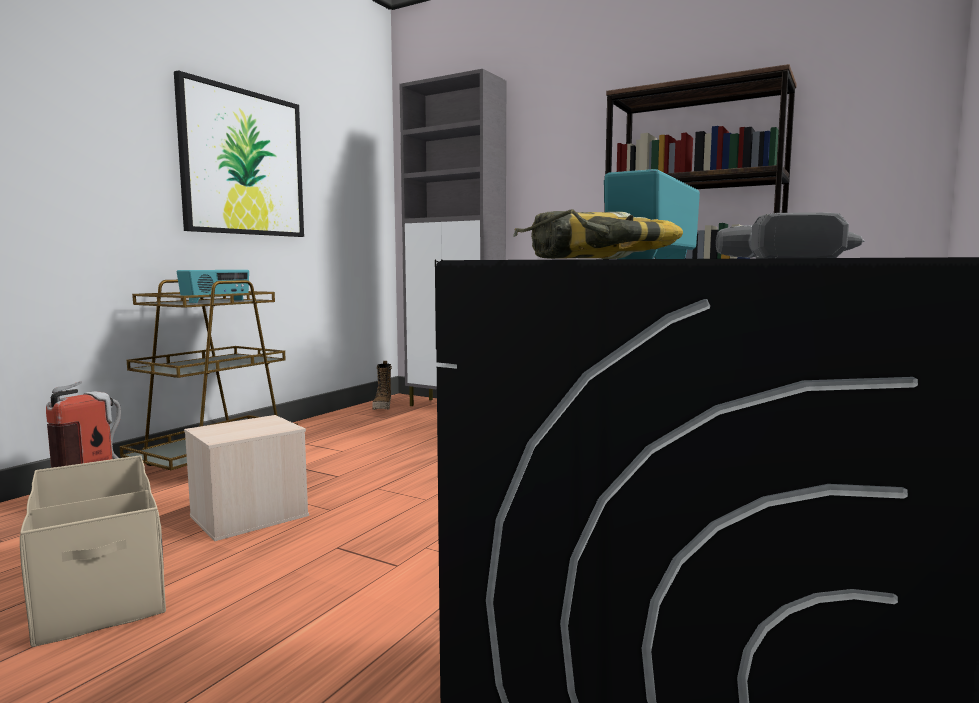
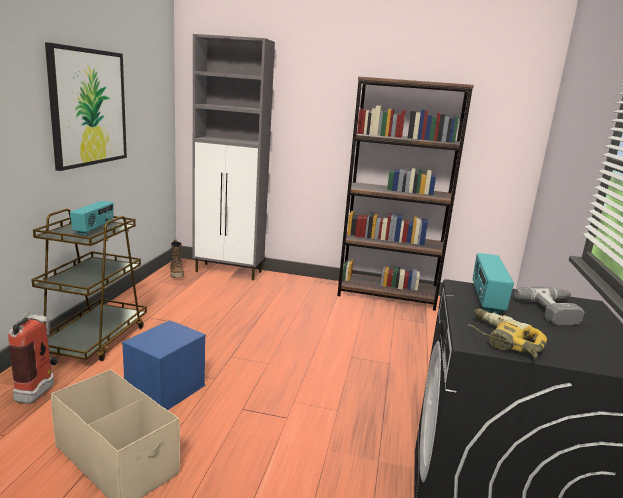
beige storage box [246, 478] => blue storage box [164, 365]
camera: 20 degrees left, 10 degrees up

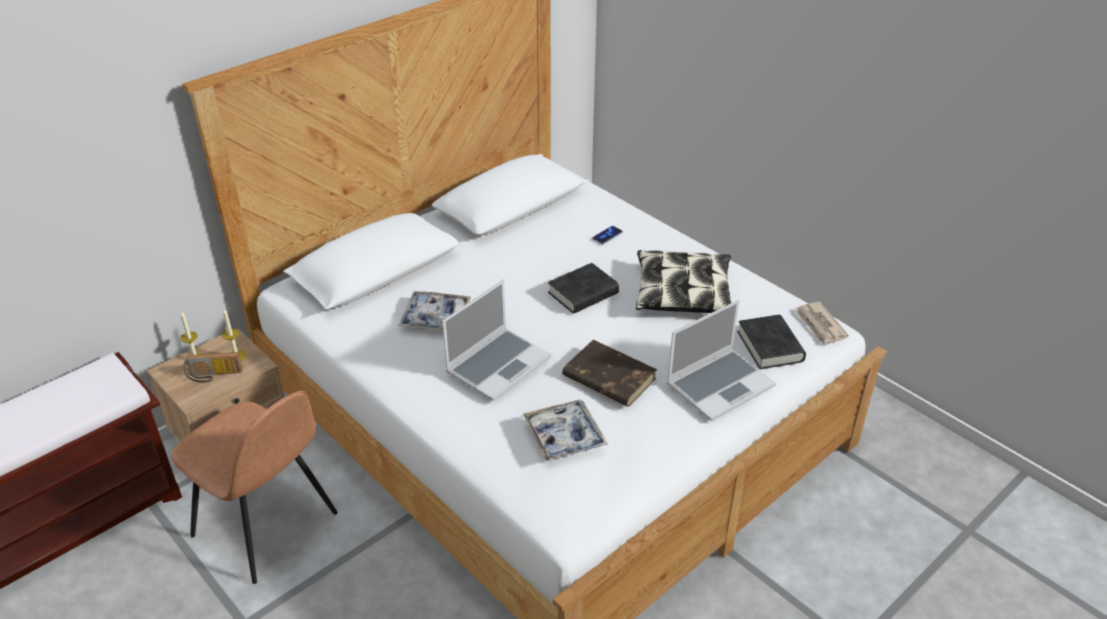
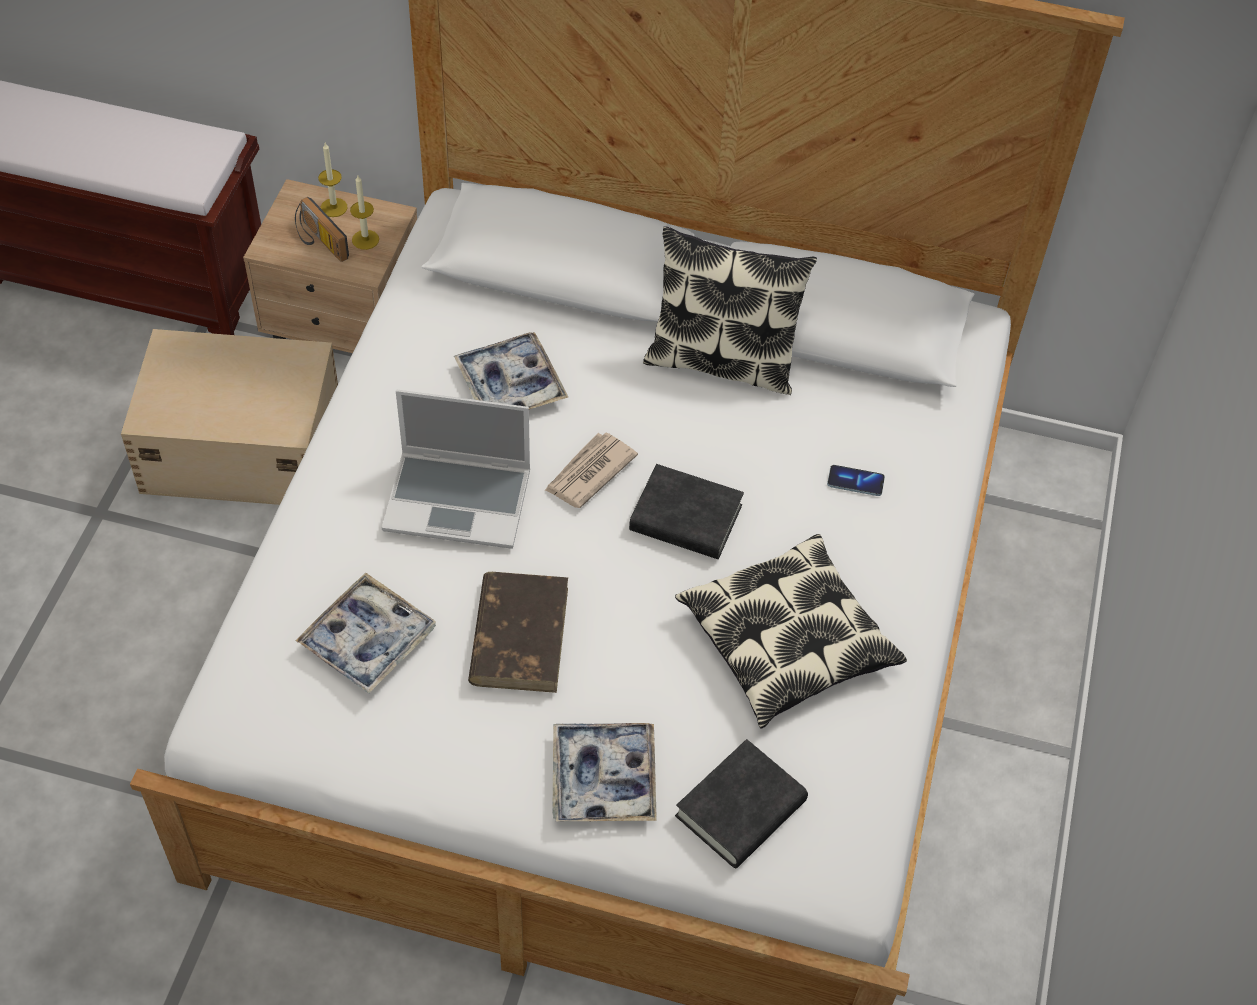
brown chair [254, 487] => beige storage box [229, 417]
laptop [721, 360] => tray [604, 772]
newspaper [822, 324] => newspaper [591, 470], shifted
nothing => pillow [730, 310]
camera: 55 degrees right, 15 degrees up

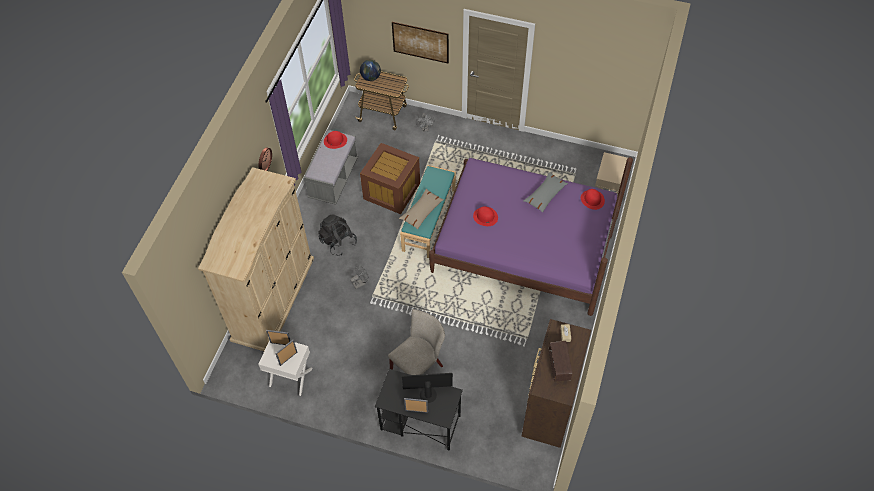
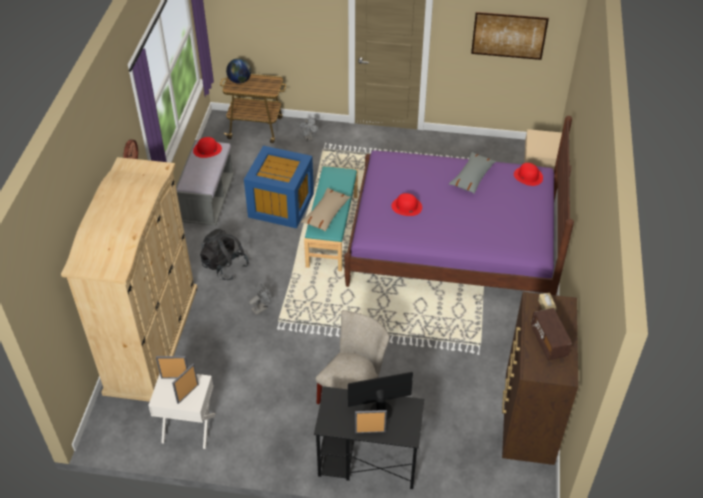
brown storage box [390, 178] => blue storage box [279, 187]
picture [420, 42] => picture [510, 36], shifted
camera: 10 degrees left, 10 degrees down

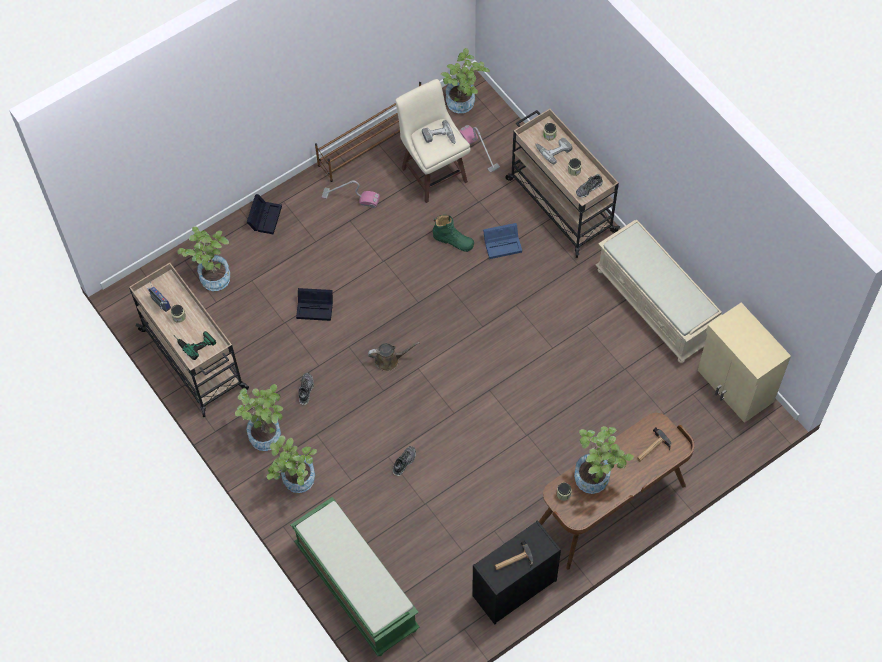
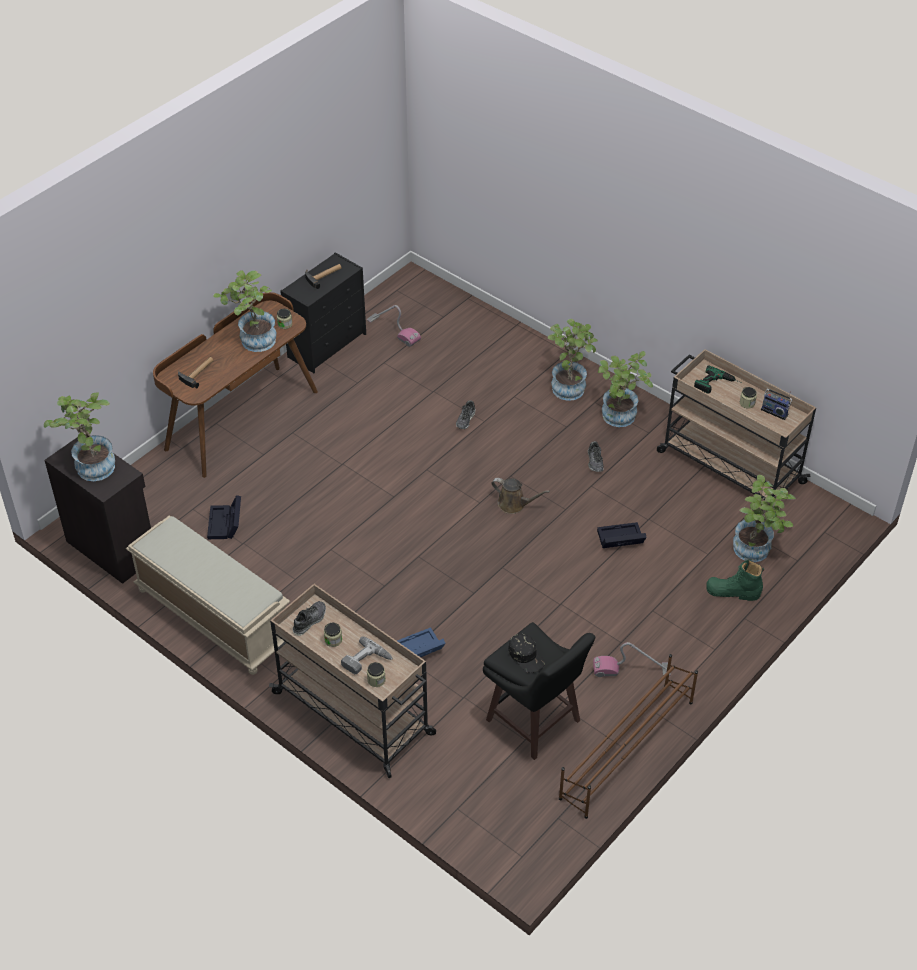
black storage box [264, 214] => black storage box [224, 517], shifted
green bench [355, 576] => nothing
brown watering can [394, 356] => brown watering can [520, 496], 135 degrees counterclockwise
beige stool [433, 141] => black stool [539, 691]
power drill [438, 132] => black cap [526, 653]
green boot [453, 233] => green boot [735, 580], shifted
potted plant [465, 80] => potted plant [79, 437], shifted
vacuum cleaner [479, 149] => vacuum cleaner [394, 326], shifted
beige cabinet [744, 363] => black cabinet [98, 510]
camera: 165 degrees right, 15 degrees down

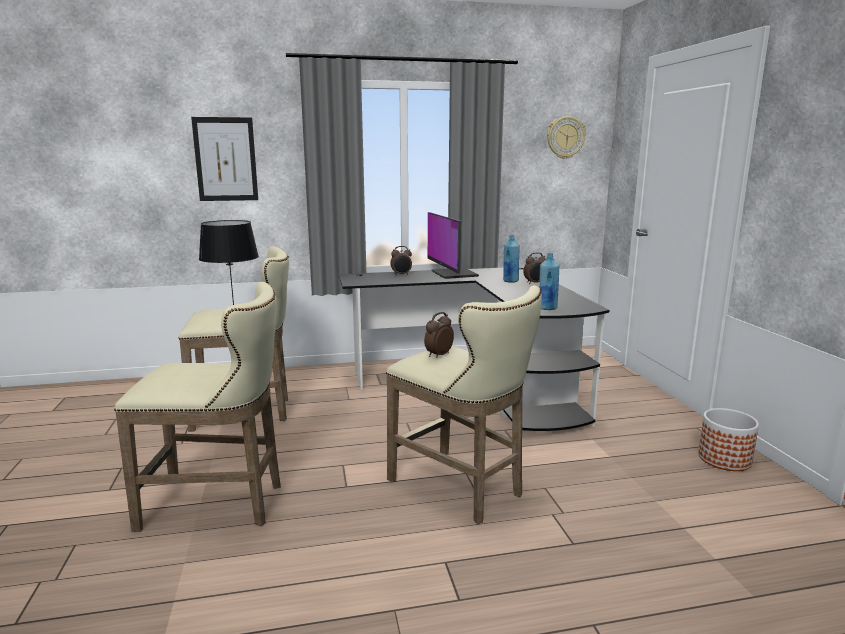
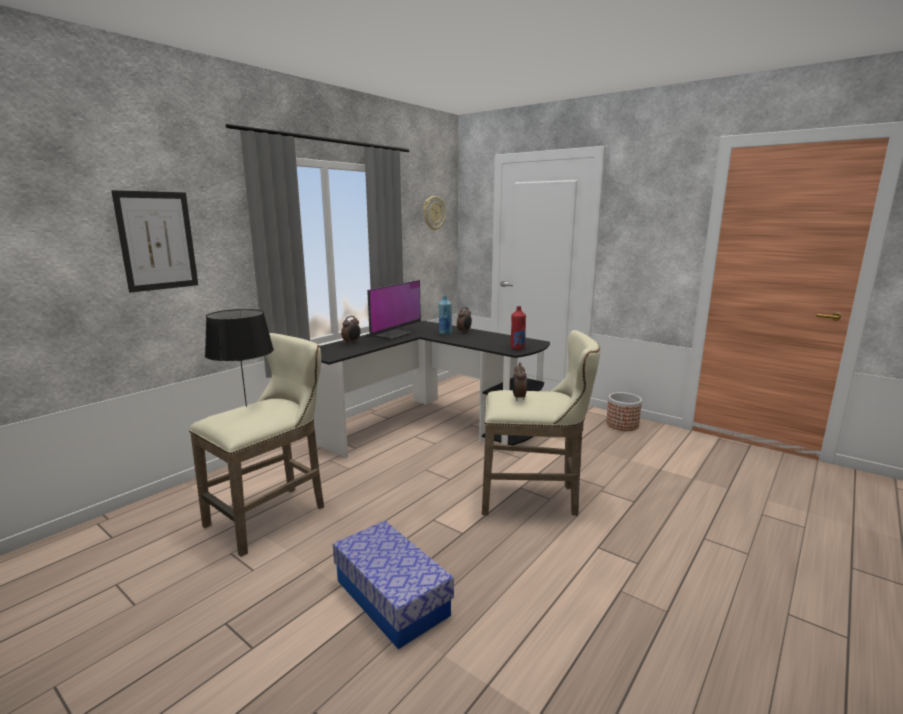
beige stool [197, 407] => storage box [393, 585]
monitor [453, 245] => monitor [393, 310], 90 degrees counterclockwise
blue bottle [549, 281] => red bottle [518, 328]
camera: 40 degrees left, 0 degrees up

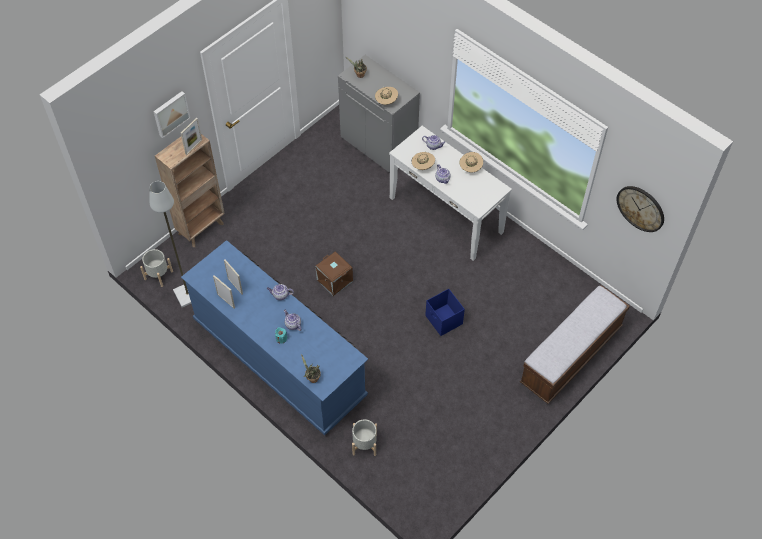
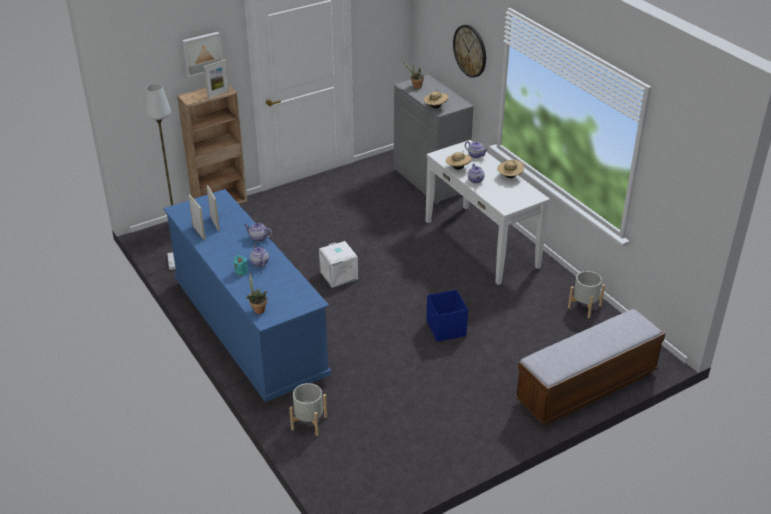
grey planter [156, 268] => grey planter [586, 294], shifted
brown storage box [334, 273] => white storage box [338, 264]
wall clock [640, 209] => wall clock [469, 51], shifted
camera: 15 degrees right, 20 degrees down

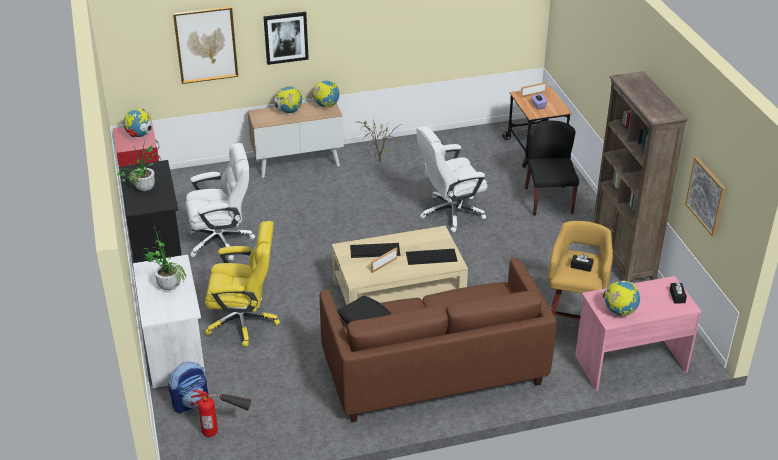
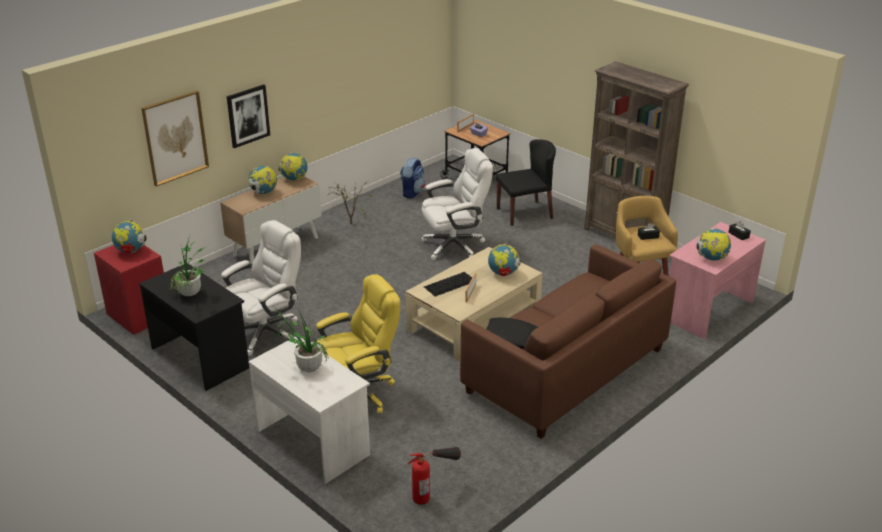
backpack [188, 387] => backpack [412, 178], shifted
keyboard [432, 257] => globe [504, 259]
white office chair [452, 179] => white office chair [457, 204], 150 degrees counterclockwise
black chair [552, 168] => black chair [526, 182], 105 degrees clockwise
picture [705, 197] => nothing
camera: 30 degrees left, 5 degrees down

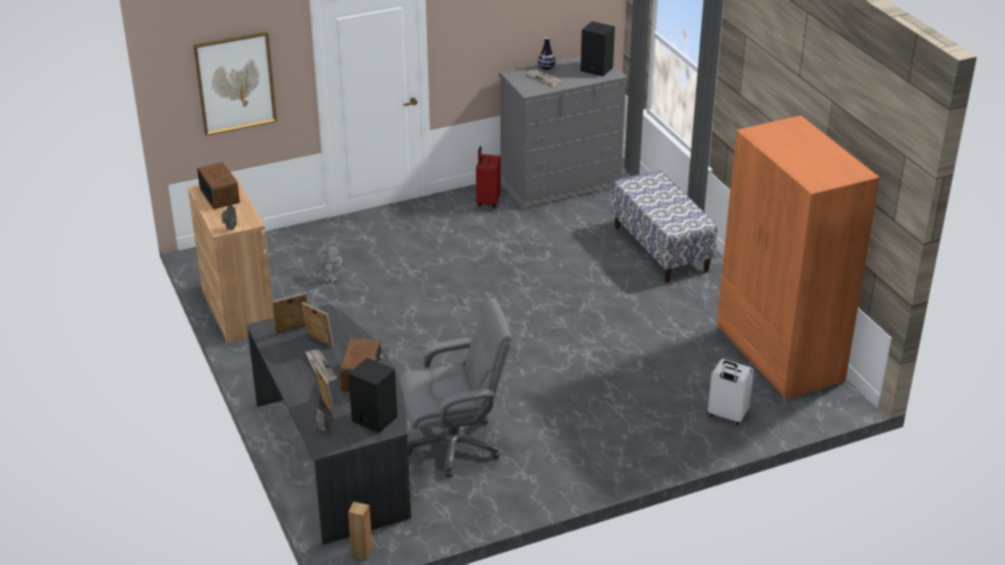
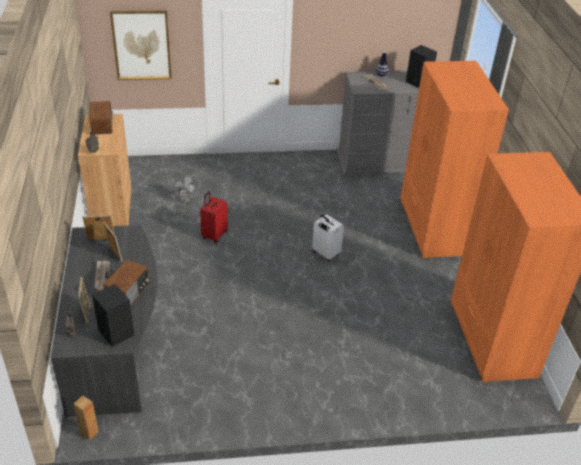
grey office chair [455, 388] => nothing
red suitcase [488, 177] => red suitcase [214, 217], shifted
bench [664, 226] => orange wardrobe [455, 159]
white suitcase [730, 392] => white suitcase [328, 237], shifted
camera: 15 degrees right, 5 degrees up

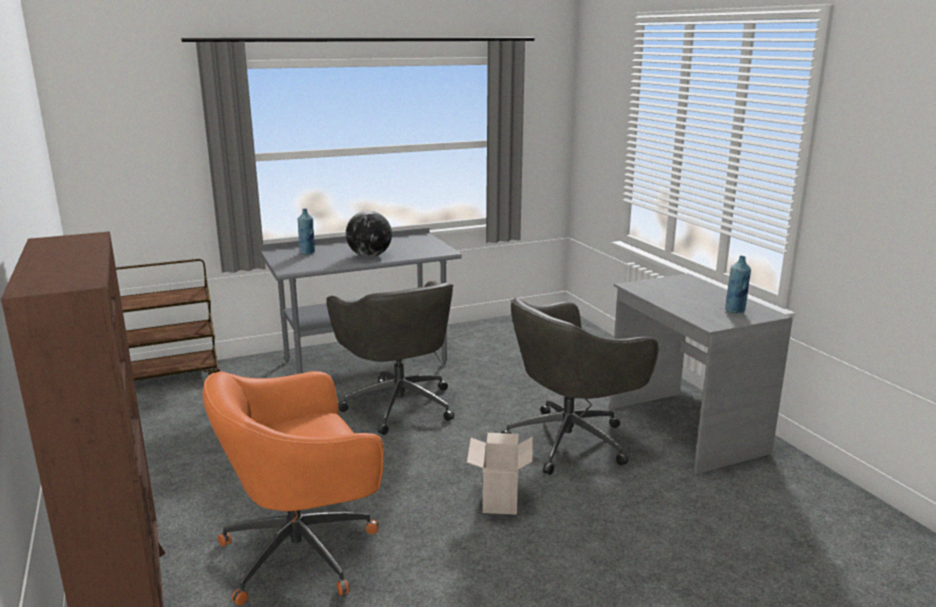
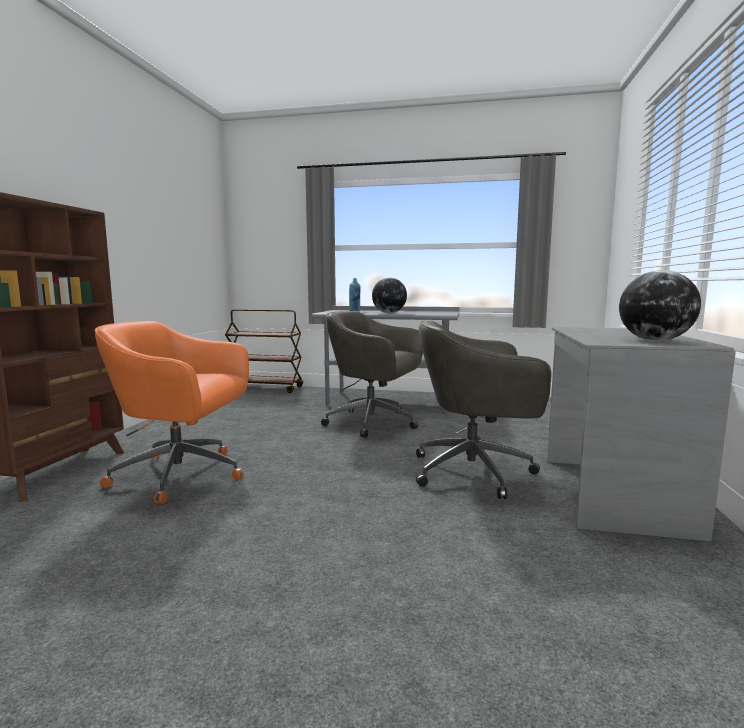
grey office chair [390, 358] => grey office chair [372, 374], 105 degrees clockwise
cardboard box [500, 474] => nothing
blue bottle [738, 284] => globe [660, 305]
camera: 35 degrees right, 10 degrees down

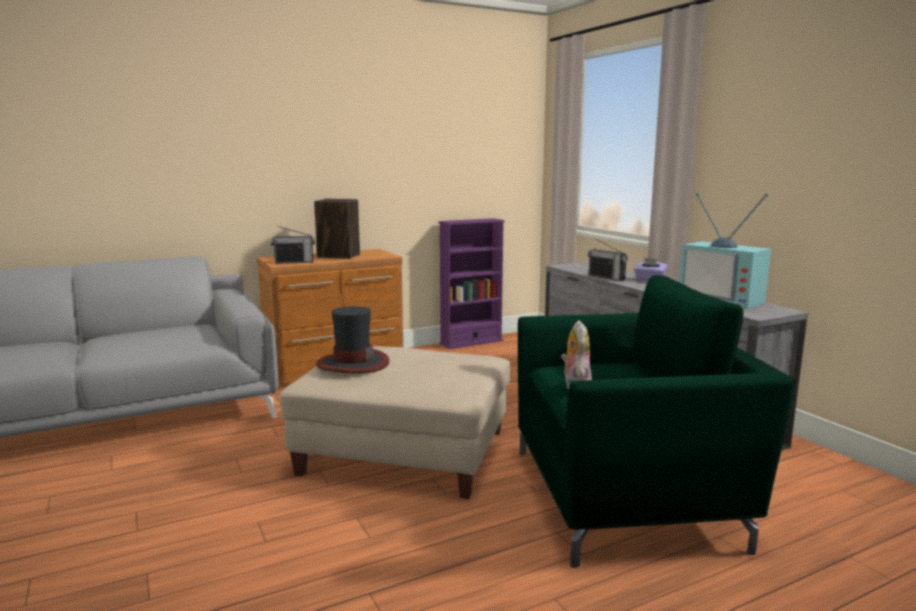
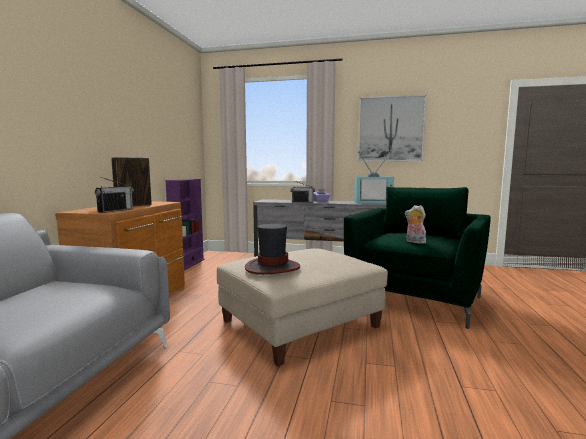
nothing => picture [392, 127]
camera: 50 degrees left, 5 degrees down

